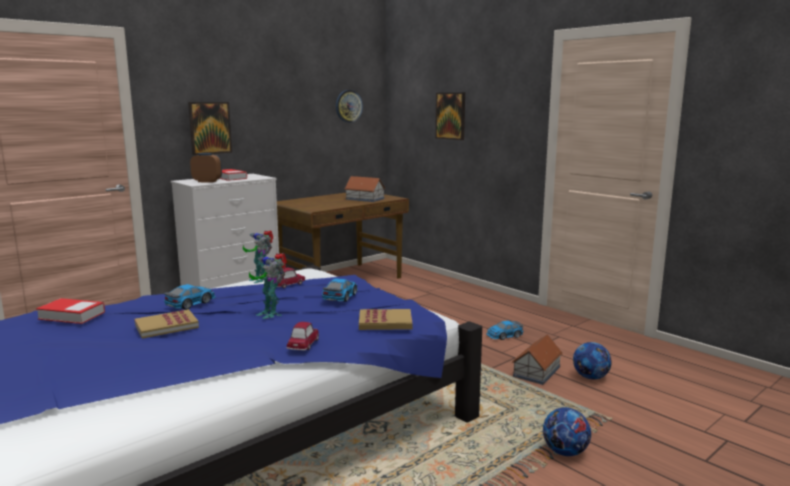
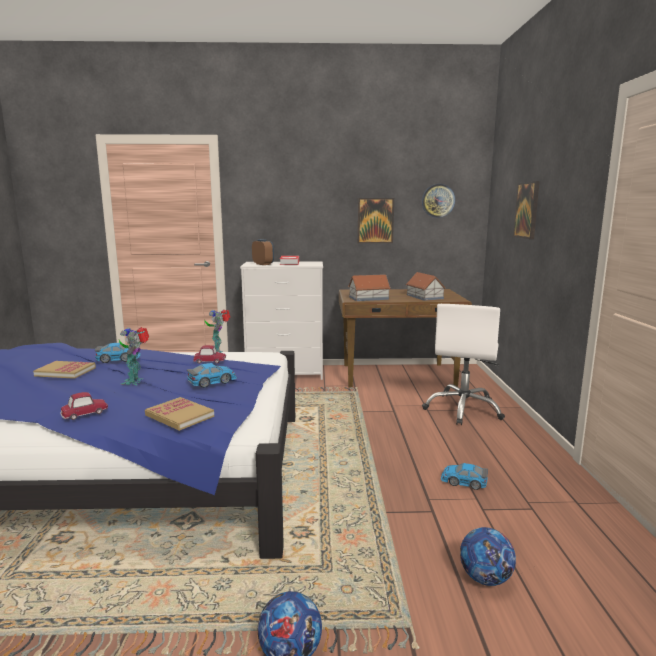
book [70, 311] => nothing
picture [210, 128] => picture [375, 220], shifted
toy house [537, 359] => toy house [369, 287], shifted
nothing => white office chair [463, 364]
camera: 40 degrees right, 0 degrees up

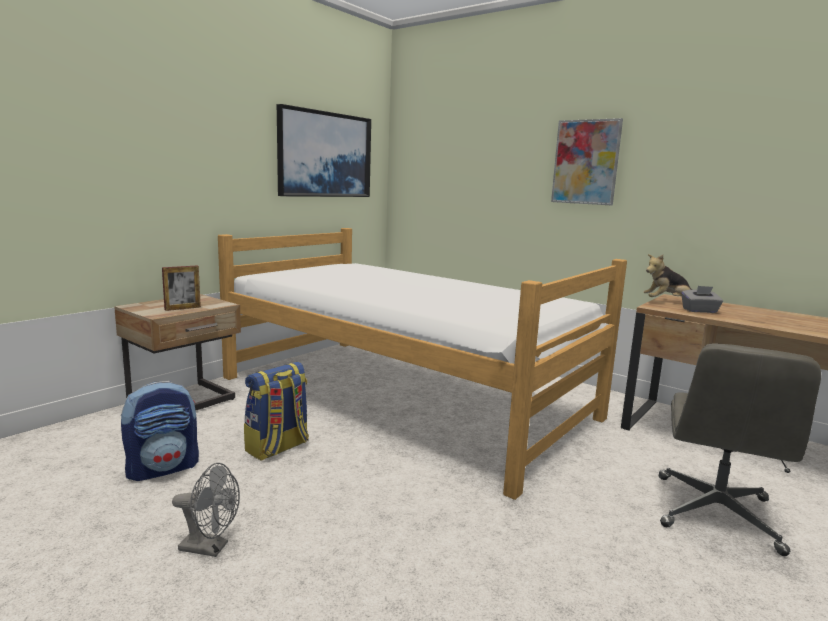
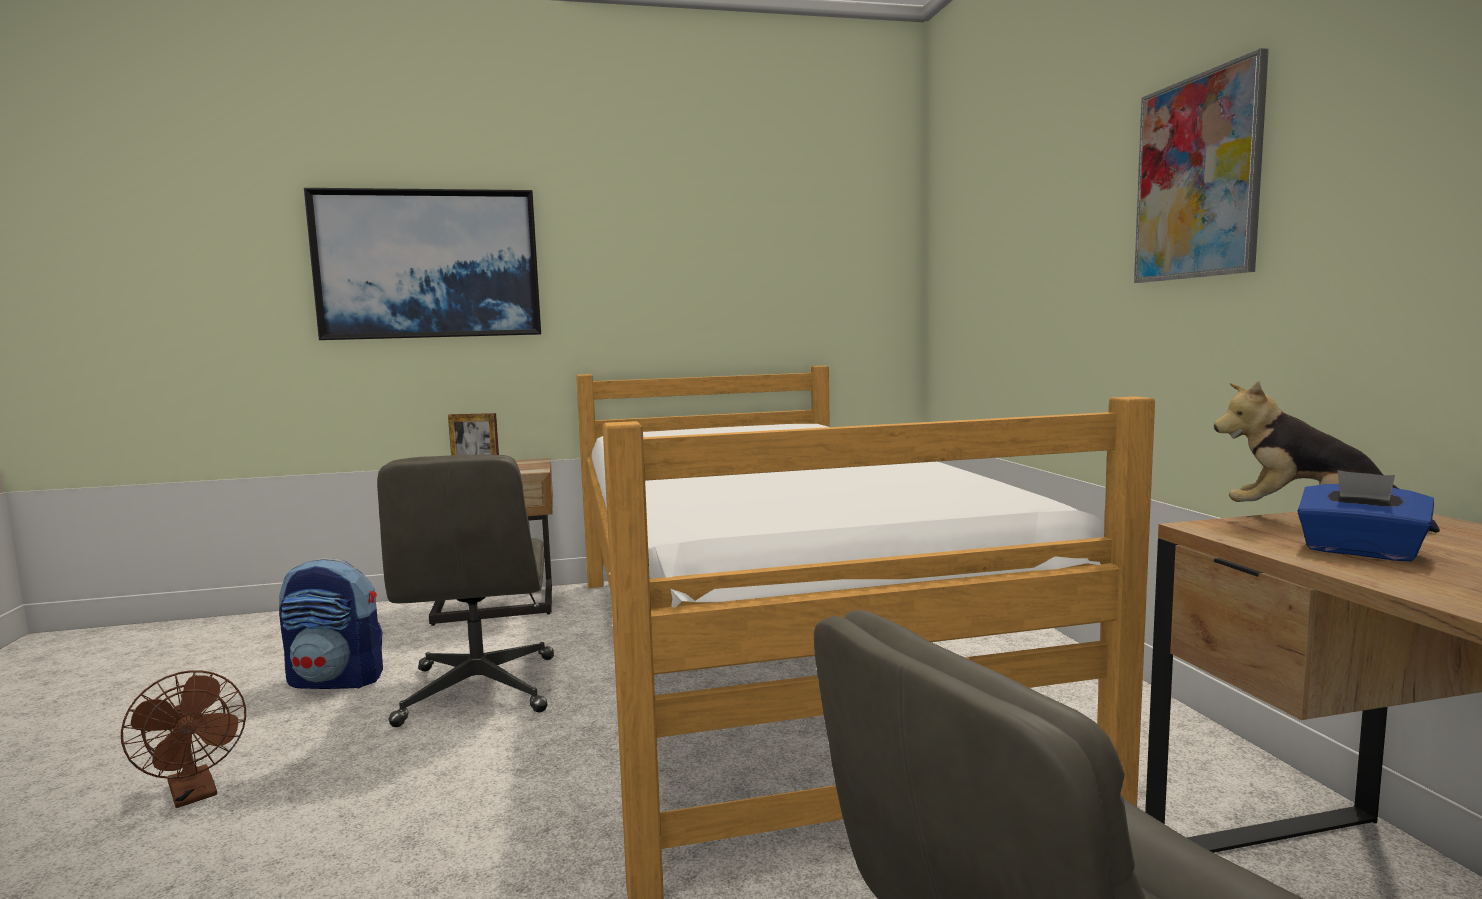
grey fan [206, 510] => brown fan [183, 739]
backpack [276, 411] => grey office chair [465, 591]
picture [324, 150] => picture [422, 264], shifted
grey tissue box [702, 299] => blue tissue box [1365, 516]
camera: 40 degrees right, 5 degrees down

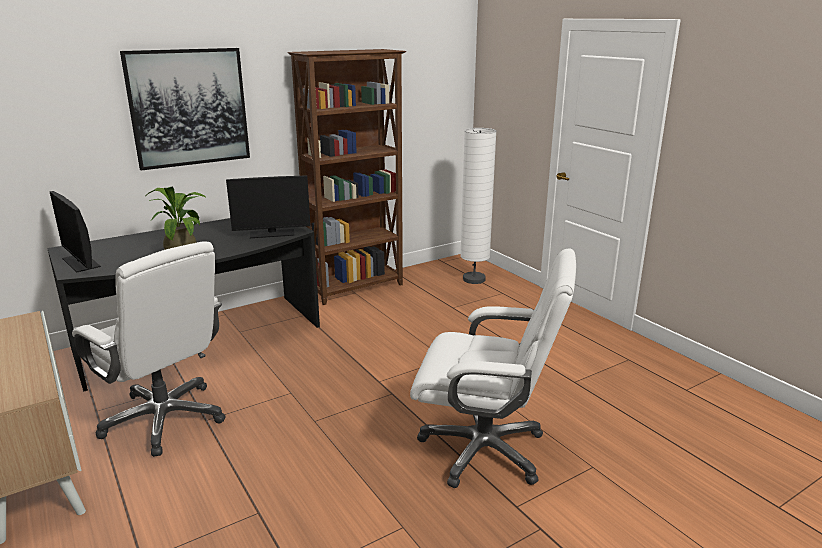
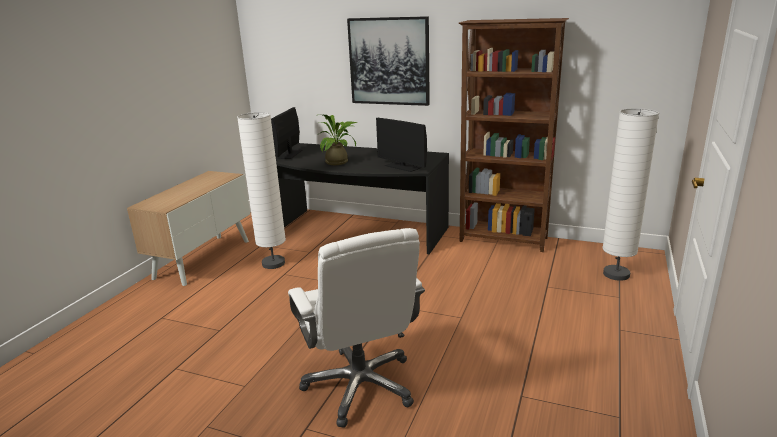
white office chair [149, 349] => white floor lamp [261, 190]
camera: 55 degrees right, 0 degrees up

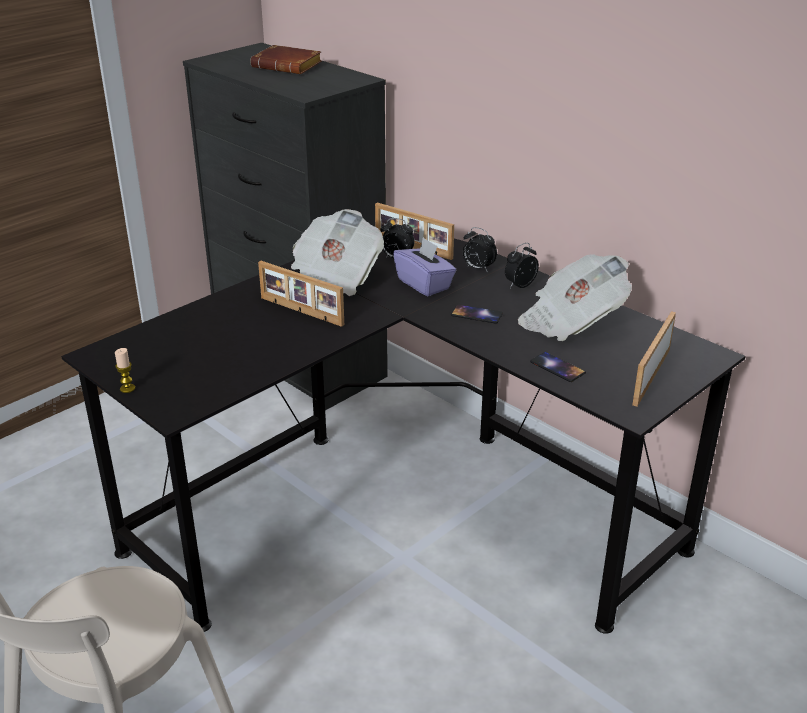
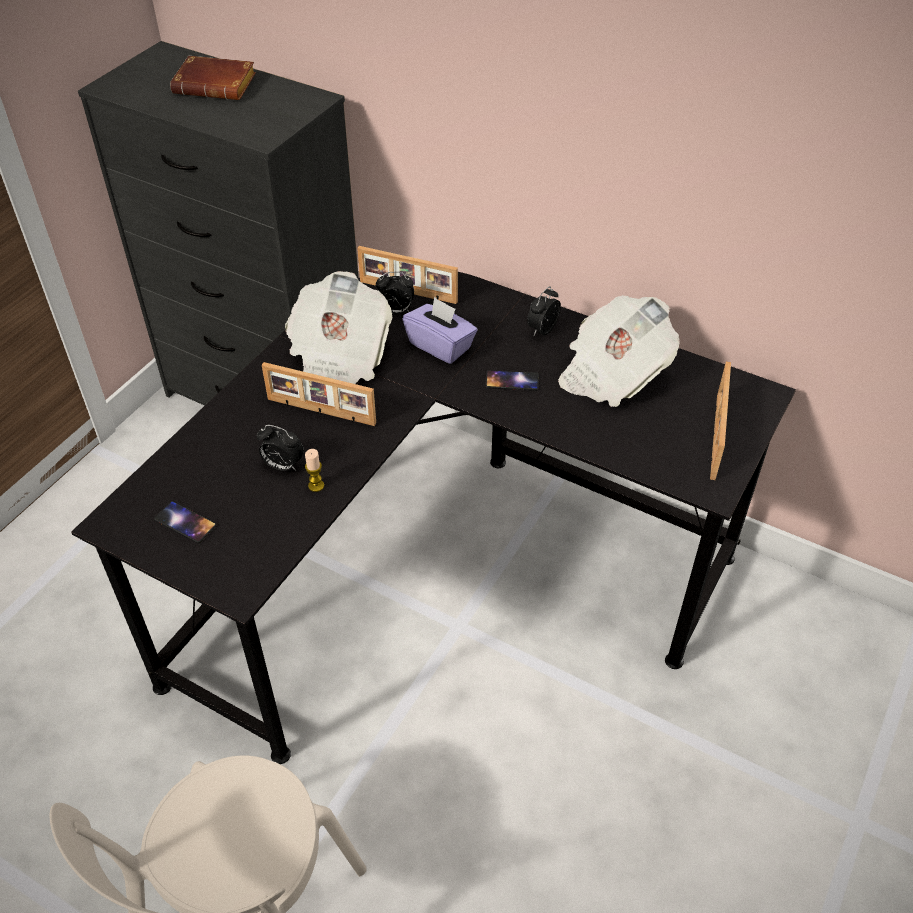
candle [125, 370] => candle [314, 470], shifted
alarm clock [480, 249] => alarm clock [280, 448], shifted
phone [558, 367] => phone [185, 522], shifted
camera: 15 degrees left, 15 degrees up

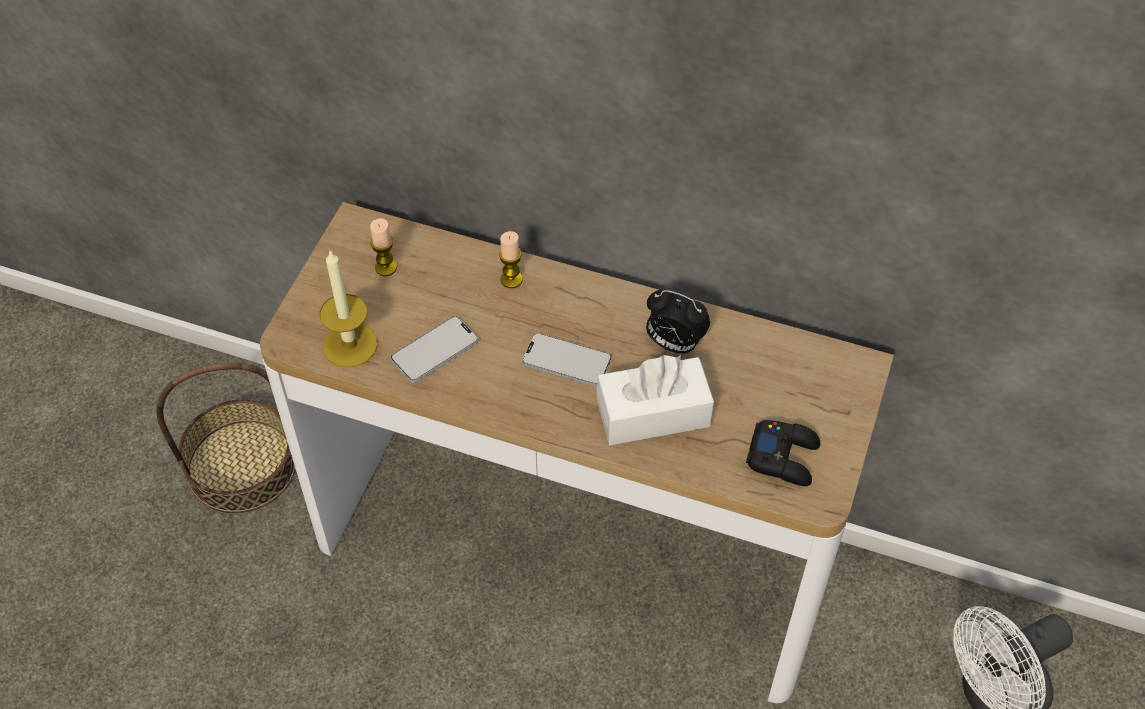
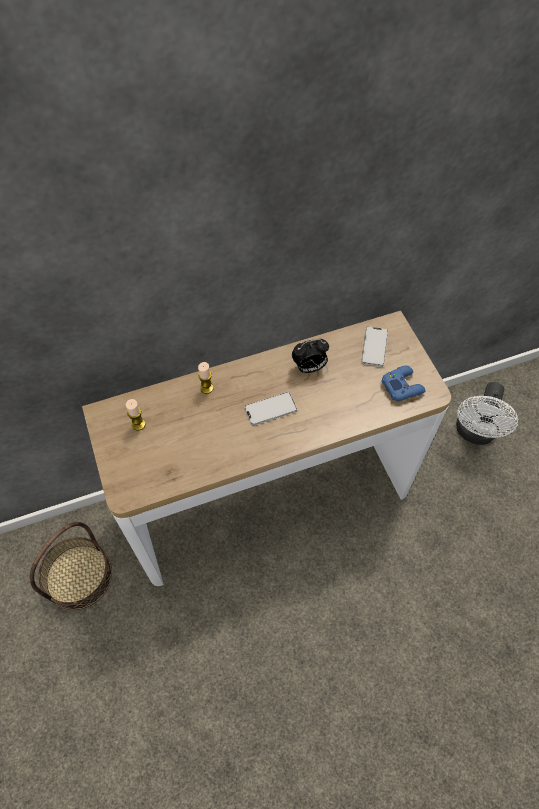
candle [348, 309] => nothing
phone [434, 349] => phone [374, 346], shifted
white tissue box [655, 400] => nothing
black game controller [783, 453] => blue game controller [403, 383]
camera: 40 degrees left, 5 degrees up

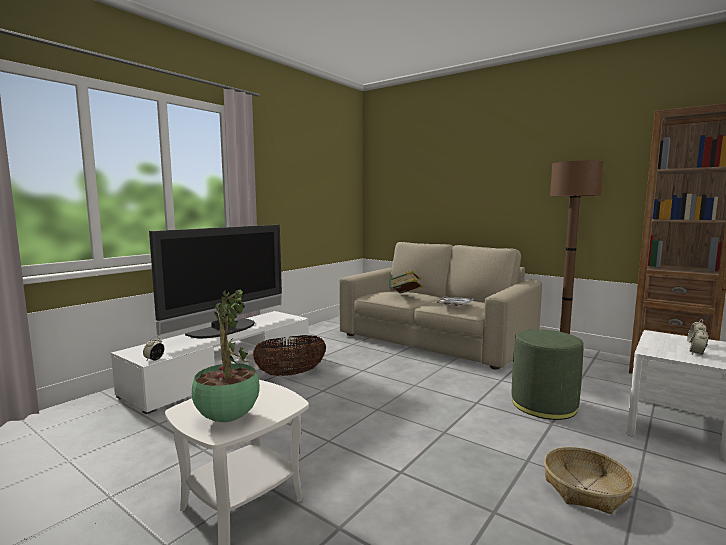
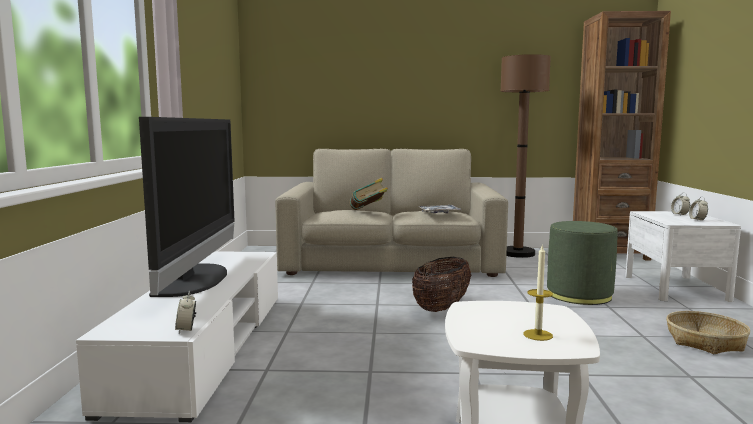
potted plant [226, 356] => candle [538, 293]
basket [289, 355] => basket [441, 284], shifted
camera: 35 degrees left, 0 degrees up

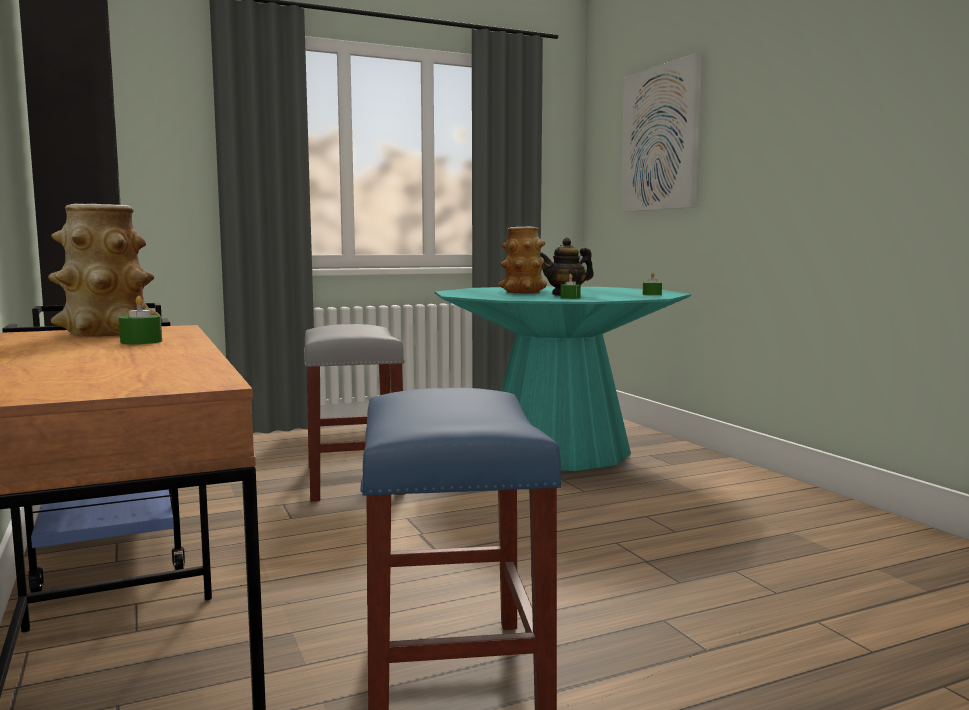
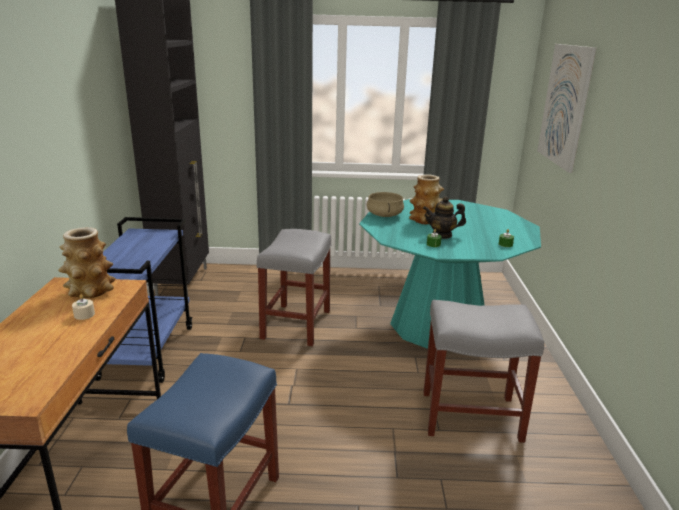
green candle [140, 320] => beige candle [83, 307]
nothing => beige cooking pot [385, 204]
nothing => grey stool [484, 371]
camera: 25 degrees right, 15 degrees up

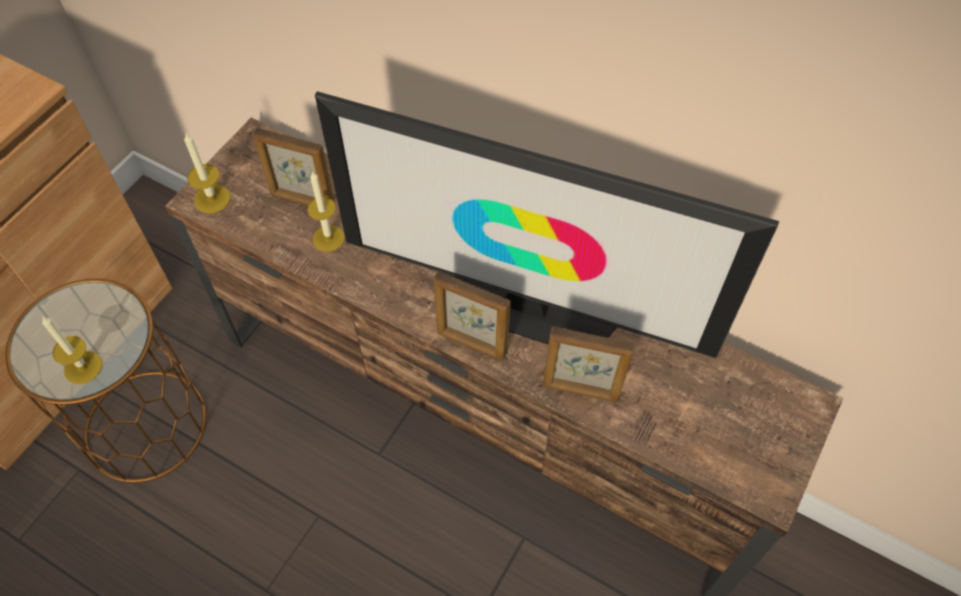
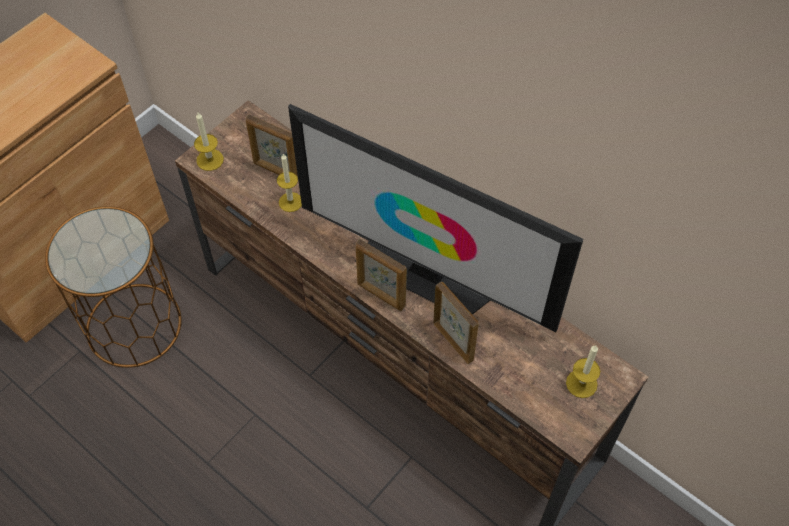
candle [72, 350] => candle [583, 371], shifted
picture frame [589, 364] => picture frame [456, 323], 150 degrees counterclockwise
camera: 10 degrees right, 0 degrees up

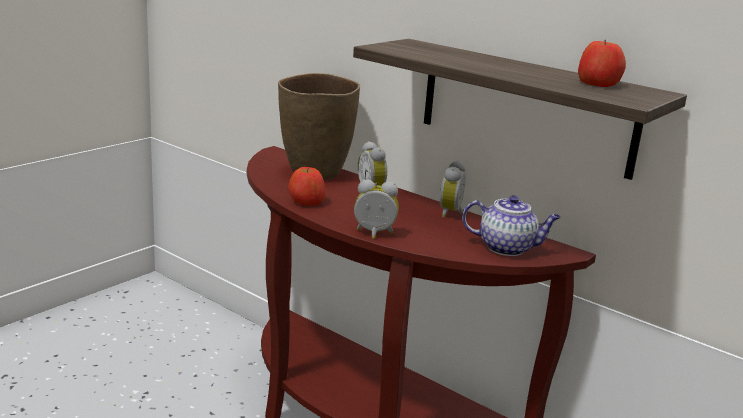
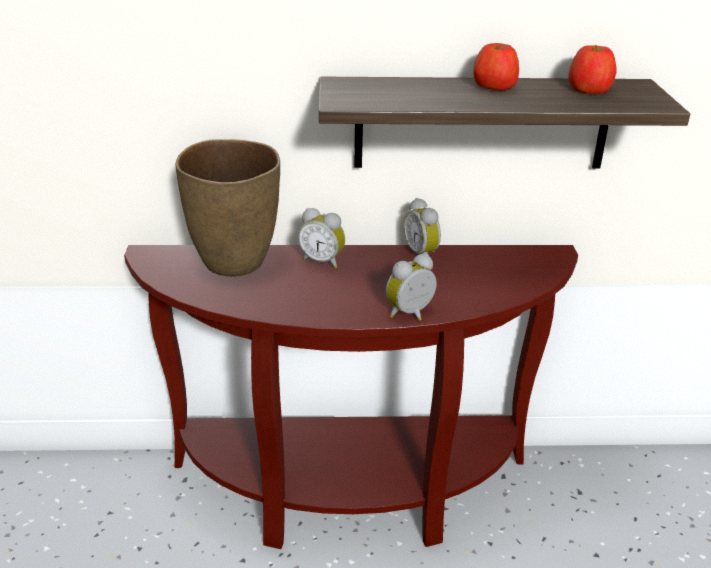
apple [306, 186] => apple [496, 66], shifted
teapot [511, 225] => nothing
camera: 40 degrees left, 10 degrees up

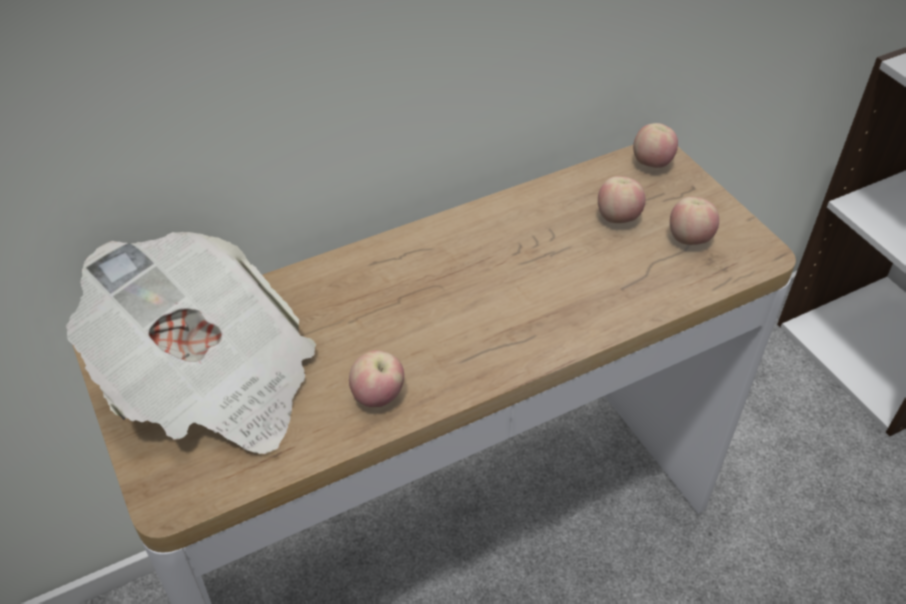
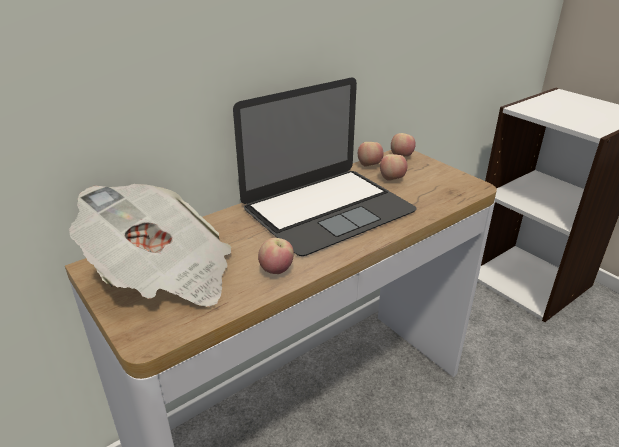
apple [694, 221] => apple [371, 154], shifted
nothing => laptop [324, 166]
camera: 10 degrees left, 15 degrees down

